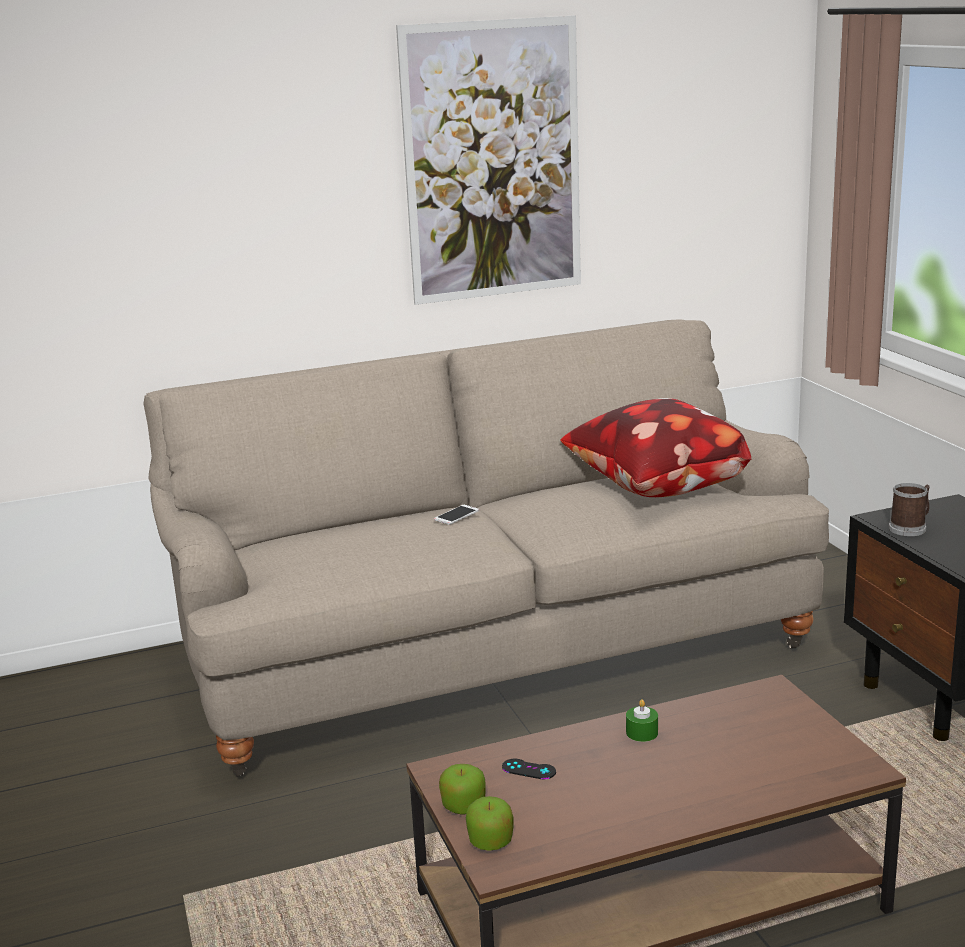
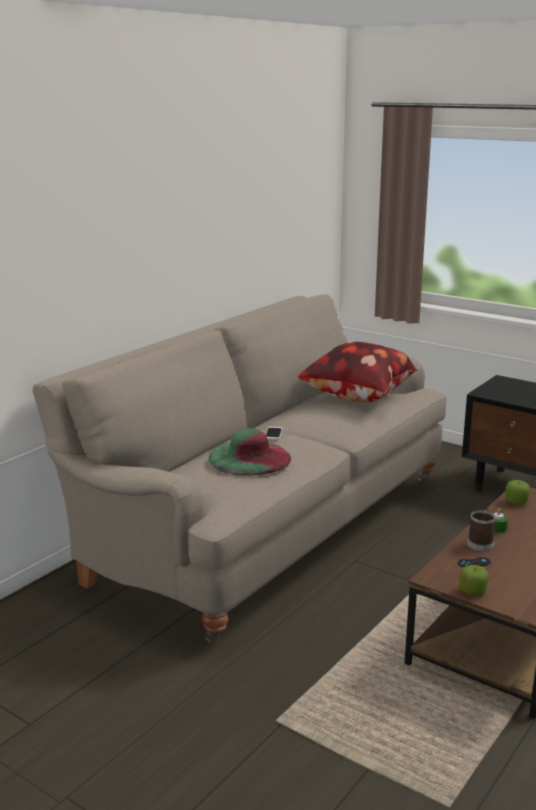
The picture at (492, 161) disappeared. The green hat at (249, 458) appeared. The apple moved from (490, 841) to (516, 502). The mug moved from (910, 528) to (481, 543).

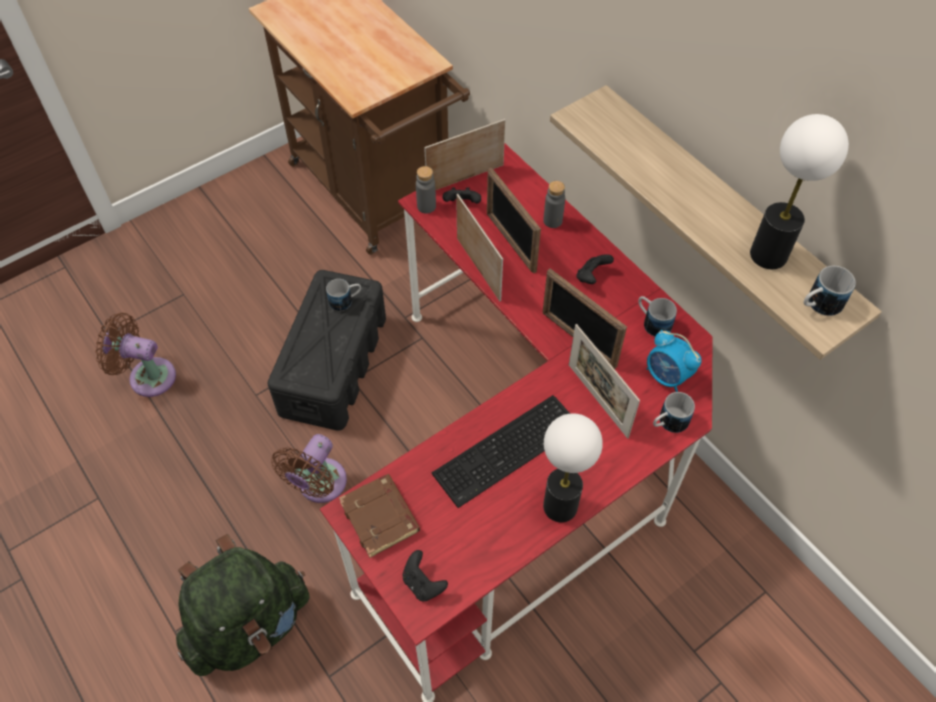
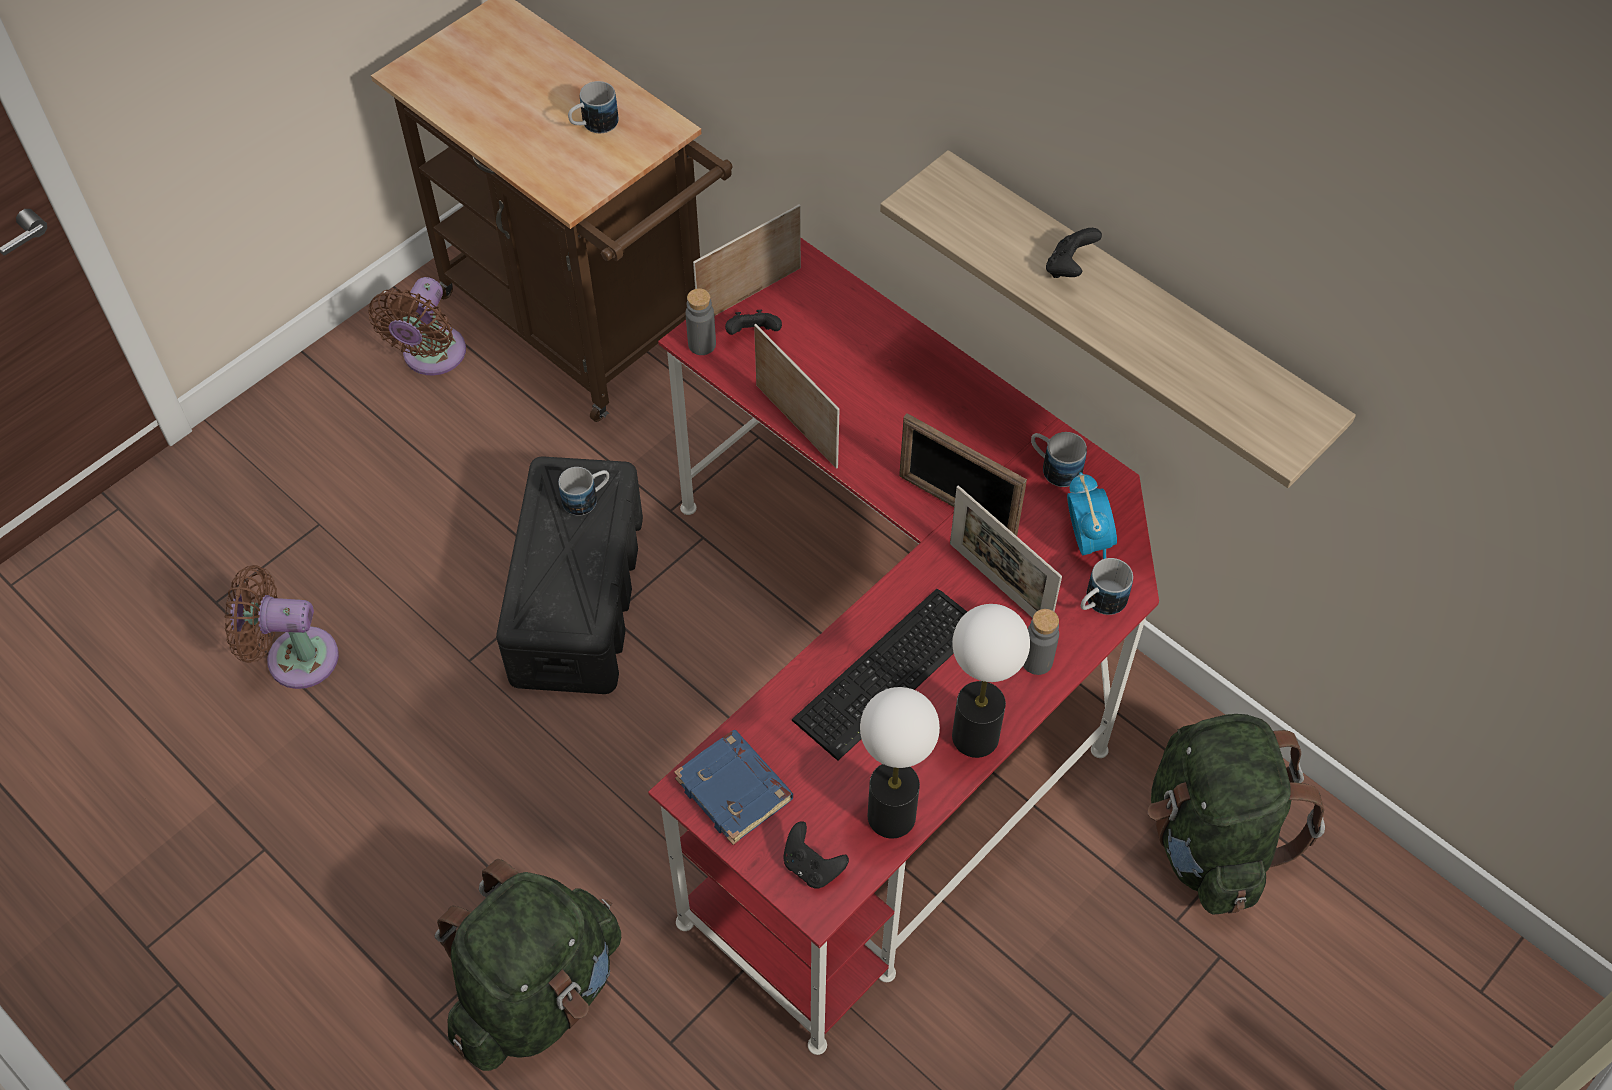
The picture frame at (510, 242) disappeared. The green backpack at (1209, 840) appeared. The brown fan moved from (319, 485) to (431, 357). The grey bottle moved from (552, 221) to (1037, 661). The black game controller moved from (591, 277) to (1069, 268). The table lamp moved from (768, 255) to (891, 817). The mug moved from (818, 305) to (593, 125). The brown book at (381, 518) became the blue book at (736, 790). The alarm clock at (667, 376) turned 135 degrees counterclockwise.

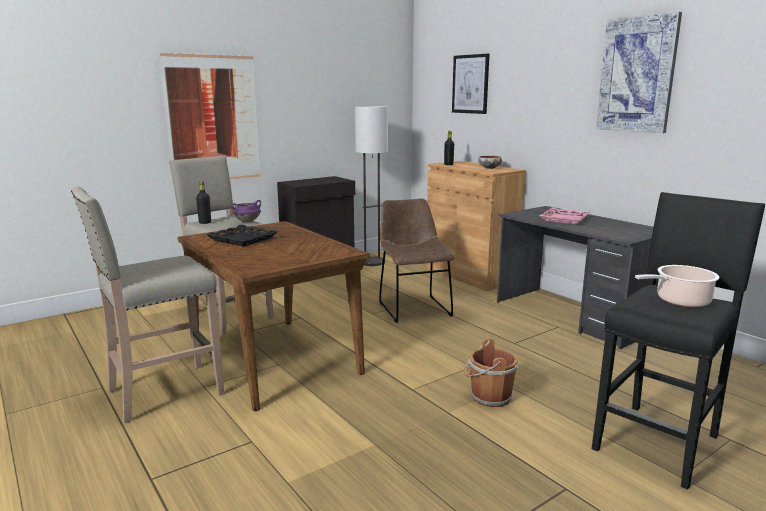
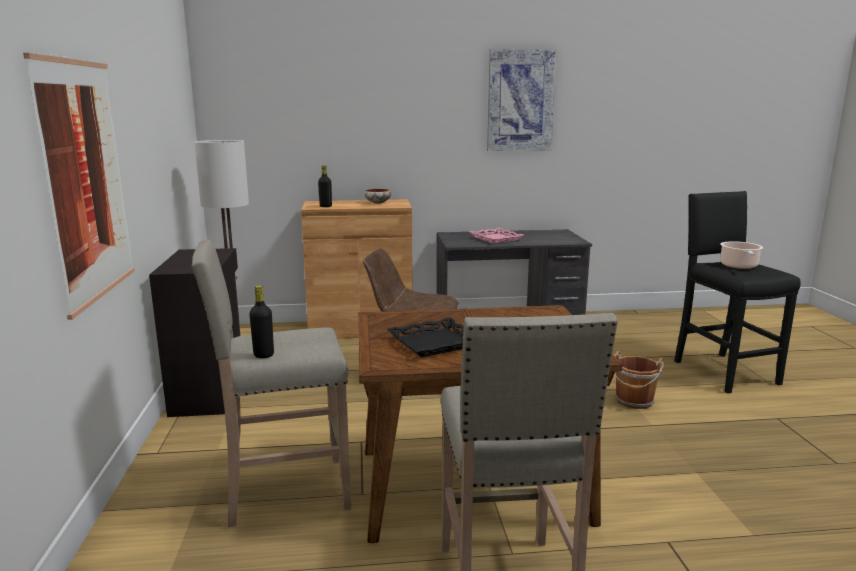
The purple cooking pot at (247, 221) disappeared. The picture at (470, 84) disappeared.

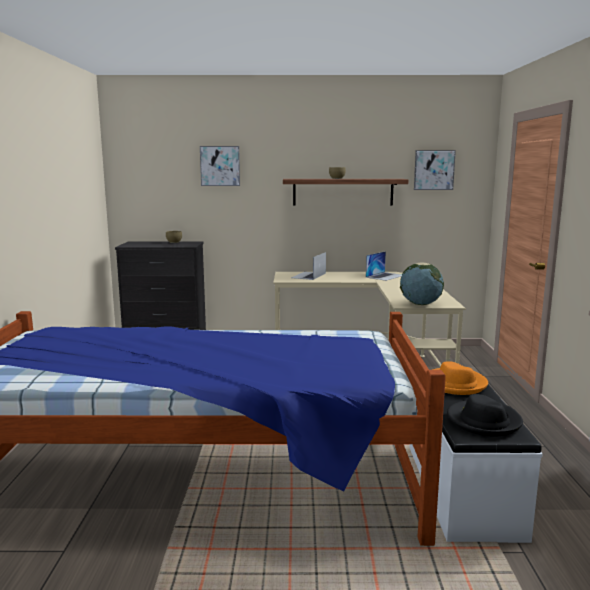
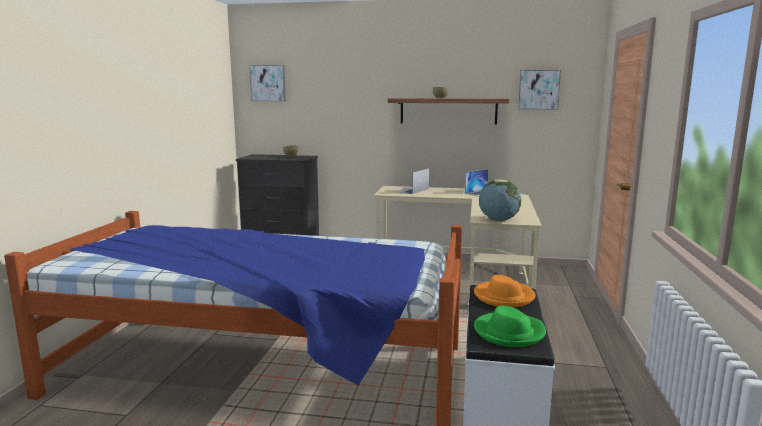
The picture moved from (220, 166) to (268, 83). The black hat at (483, 421) became the green hat at (509, 332).

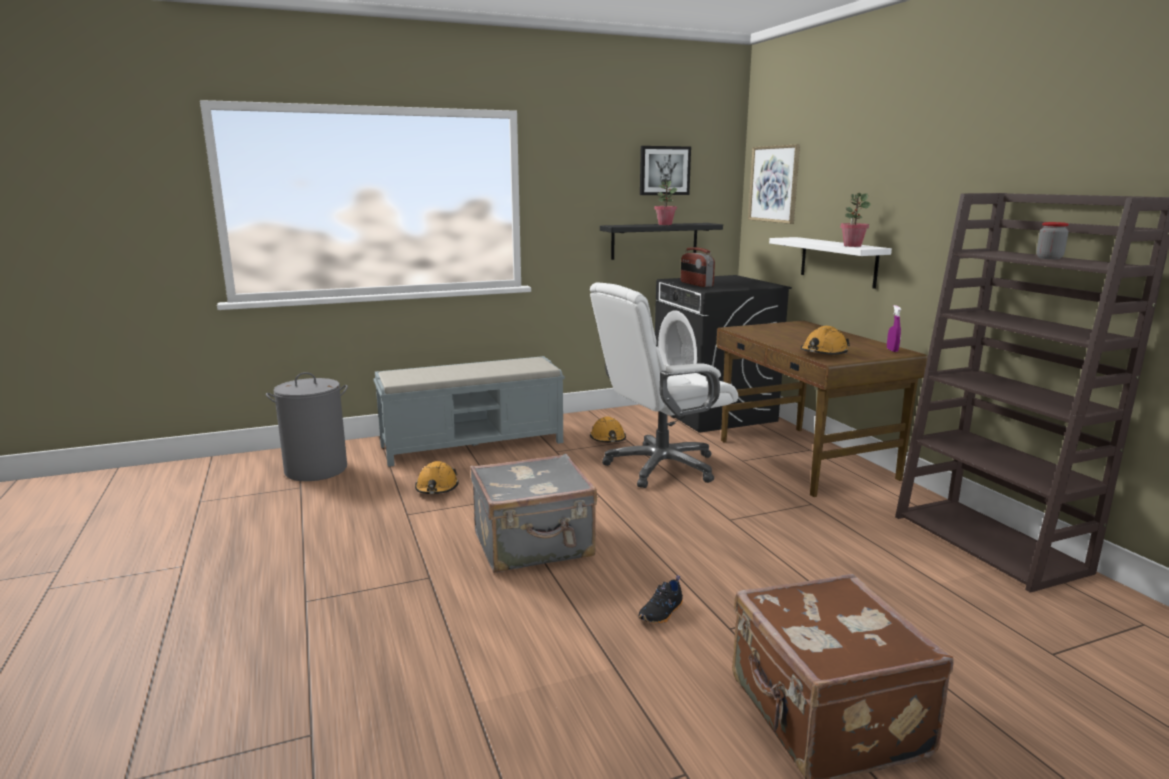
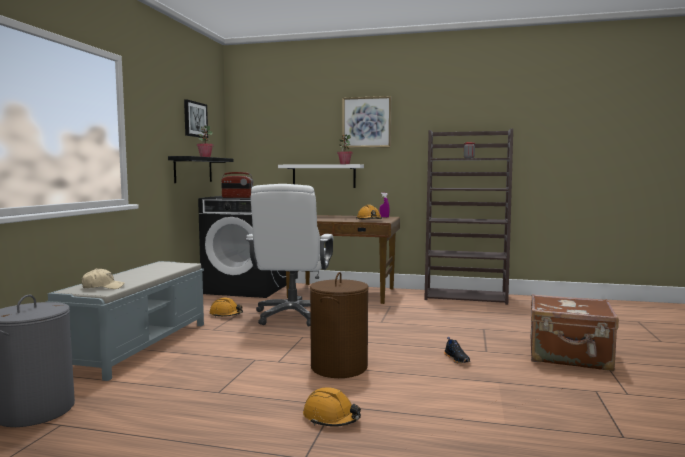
The beige cap at (103, 287) appeared. The orange hard hat moved from (437, 488) to (331, 418). The picture moved from (774, 184) to (366, 122). The grey suitcase at (534, 546) was replaced by the brown laundry basket at (339, 367).

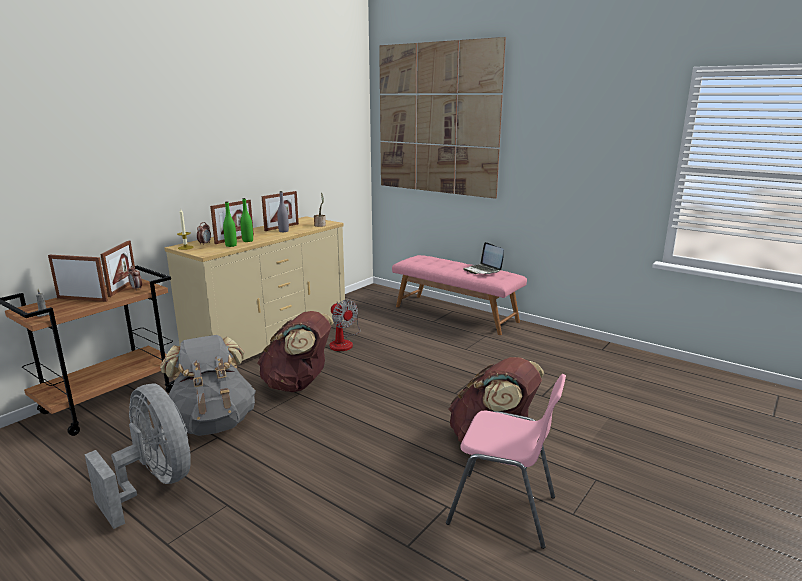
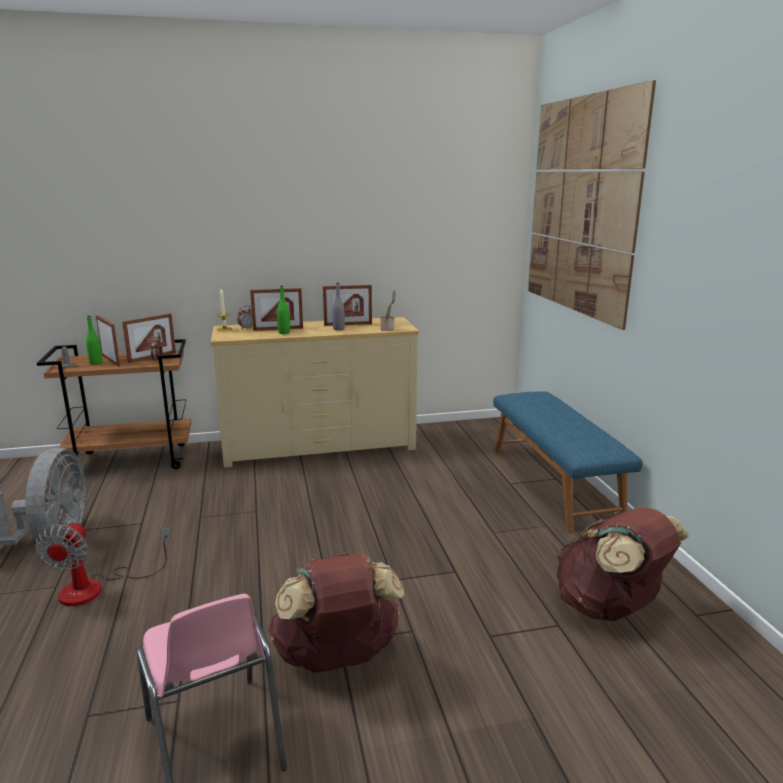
The grey backpack at (212, 423) disappeared. The laptop at (483, 270) disappeared. The green bottle moved from (231, 245) to (96, 363). The brown backpack moved from (298, 384) to (610, 608). The fan moved from (344, 342) to (96, 587). The pink bench at (456, 313) became the blue bench at (554, 483).

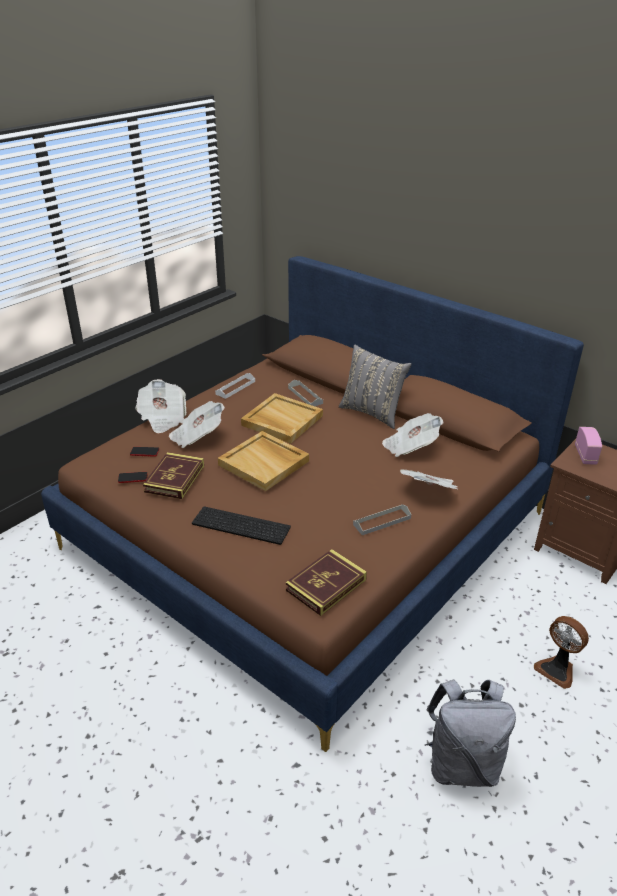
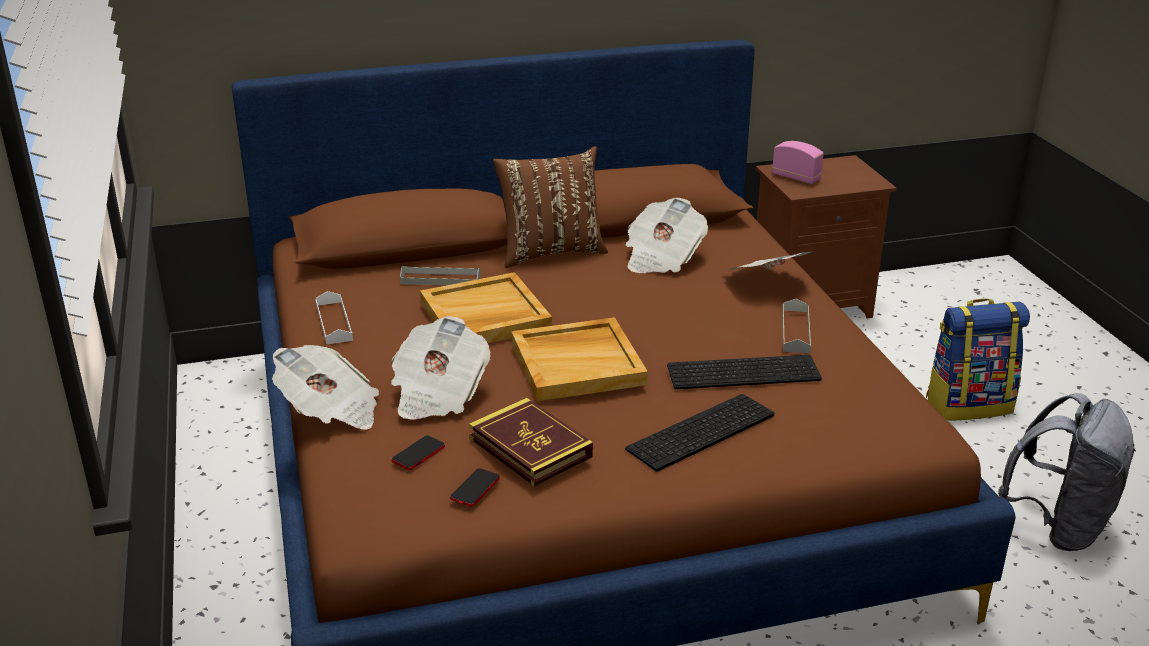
The book at (326, 585) disappeared. The keyboard at (744, 371) appeared. The fan at (557, 669) was replaced by the backpack at (968, 404). The grey pillow at (372, 412) became the brown pillow at (551, 252).

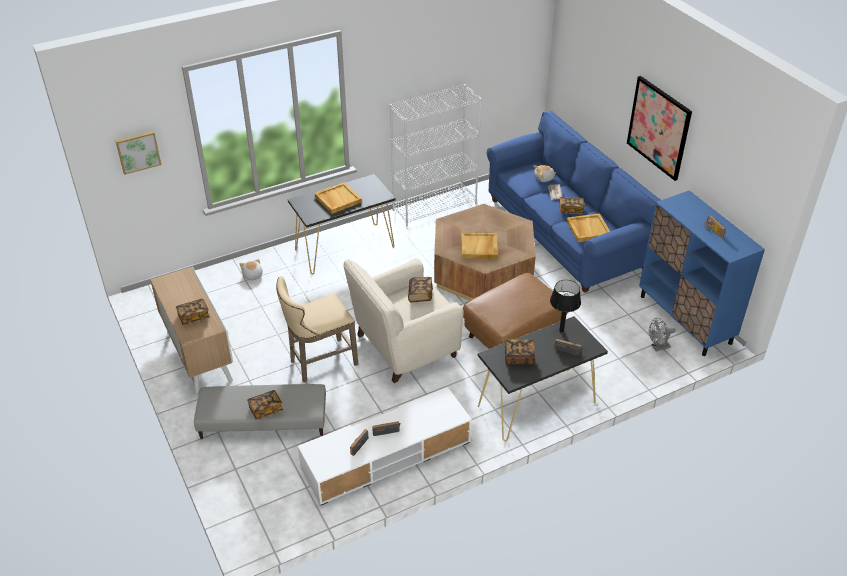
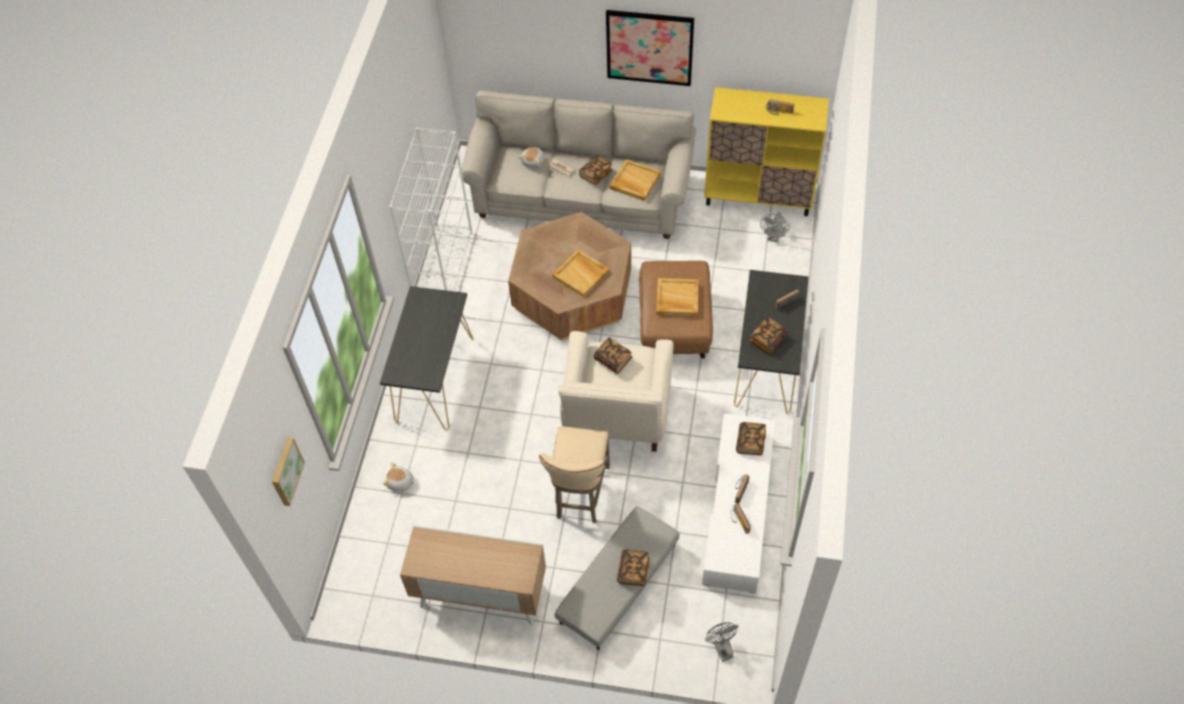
The black table lamp at (561, 331) disappeared. The grey fan at (721, 647) appeared. The book moved from (194, 317) to (750, 443). The beige tray moved from (337, 199) to (677, 298). The blue sofa at (566, 234) became the beige sofa at (581, 197). The blue cabinet at (685, 319) became the yellow cabinet at (758, 196).

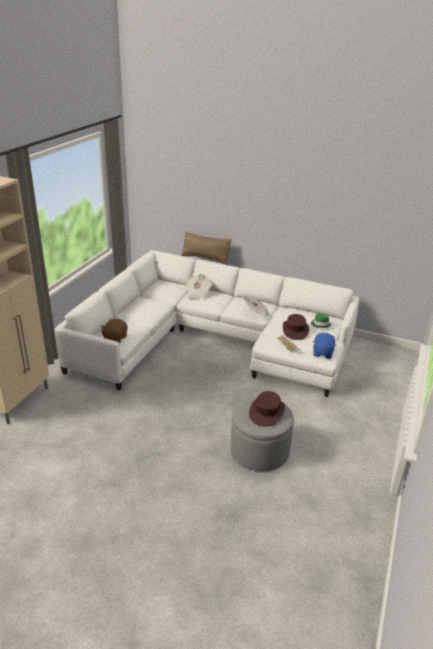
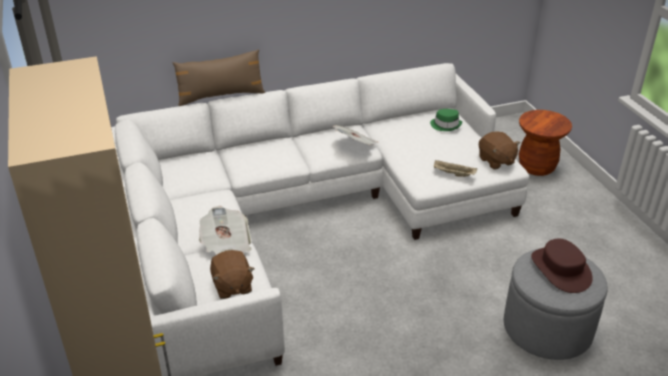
The brown hat at (295, 330) disappeared. The brown stool at (536, 167) appeared. The newspaper moved from (197, 294) to (226, 246). The blue plush toy at (322, 353) became the brown plush toy at (496, 161).

